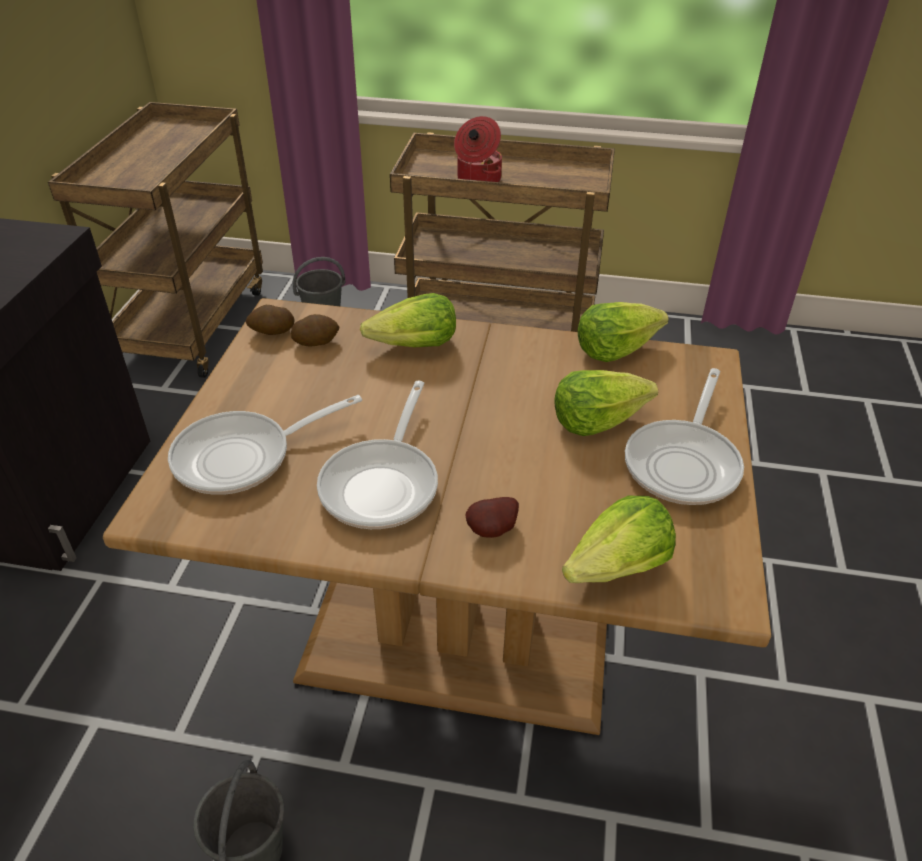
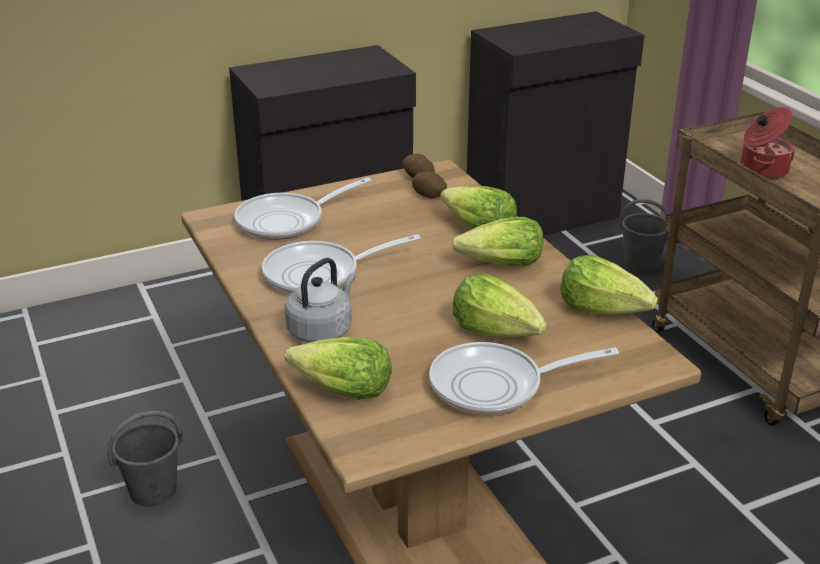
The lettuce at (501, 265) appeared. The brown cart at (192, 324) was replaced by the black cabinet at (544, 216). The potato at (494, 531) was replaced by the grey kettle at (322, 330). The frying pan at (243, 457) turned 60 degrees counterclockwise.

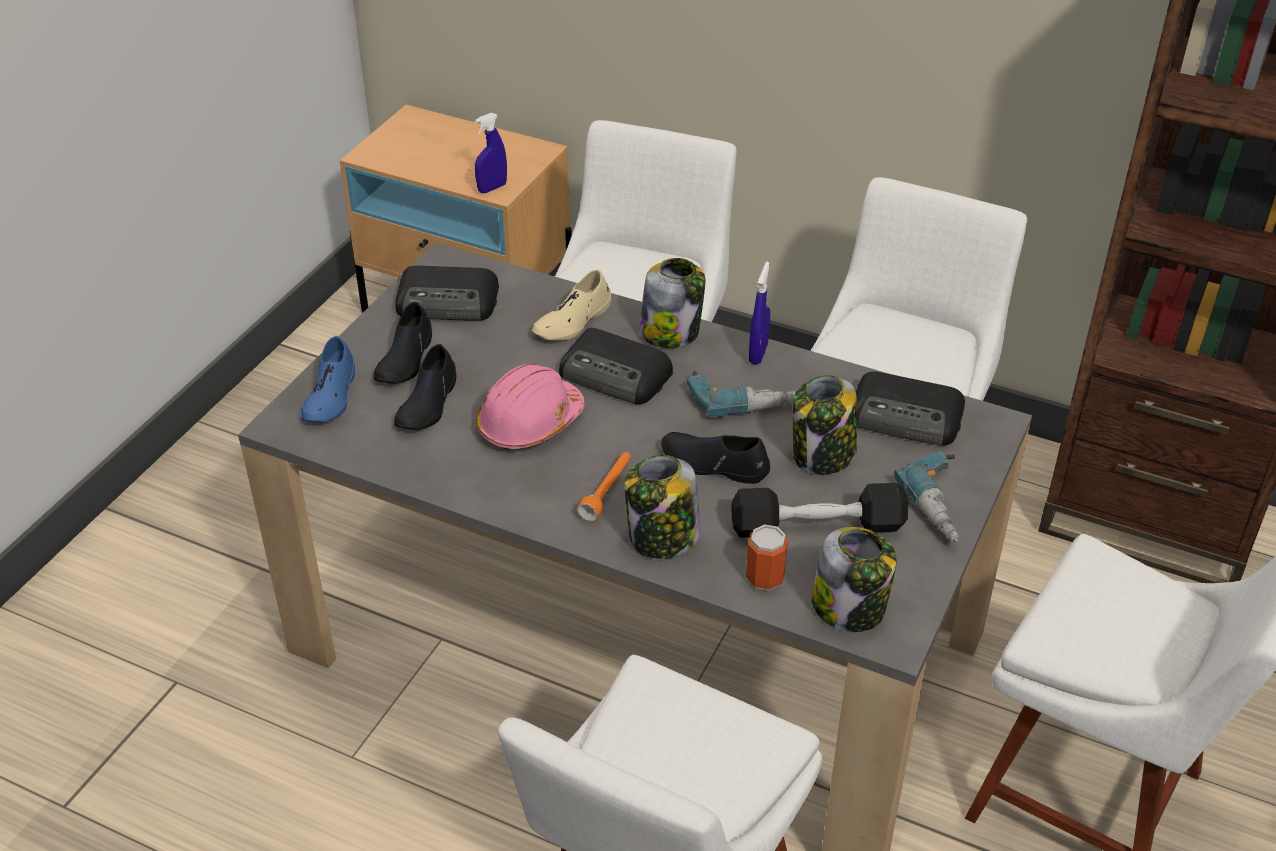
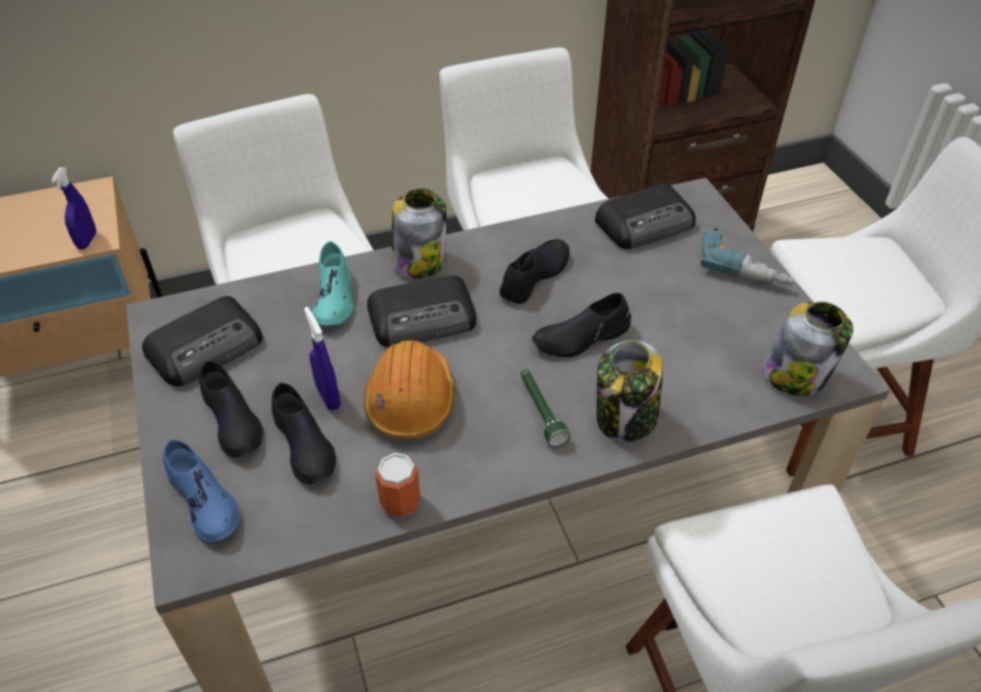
The black dumbbell at (817, 526) disappeared. The jar at (823, 456) disappeared. The can moved from (765, 577) to (400, 502). The blue spray bottle moved from (758, 354) to (328, 397). The power drill at (744, 398) was replaced by the black shoe at (534, 276). The pink hard hat at (530, 423) became the orange hard hat at (411, 400). The beige shoe at (573, 321) became the turquoise shoe at (334, 298). The orange flashlight at (607, 491) became the green flashlight at (541, 412).

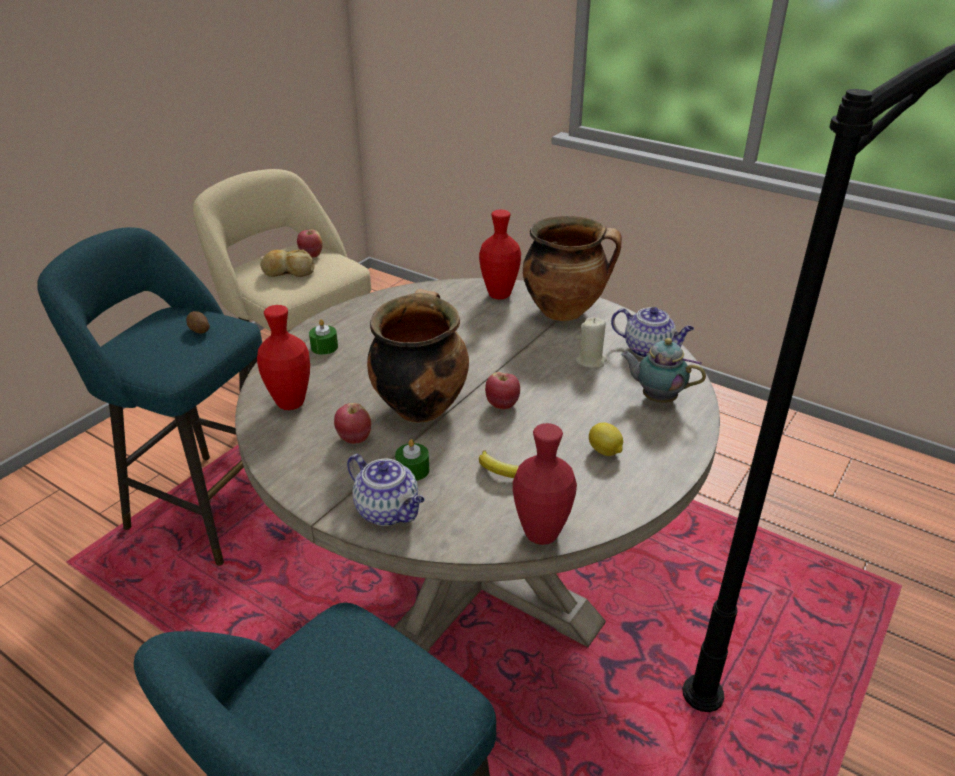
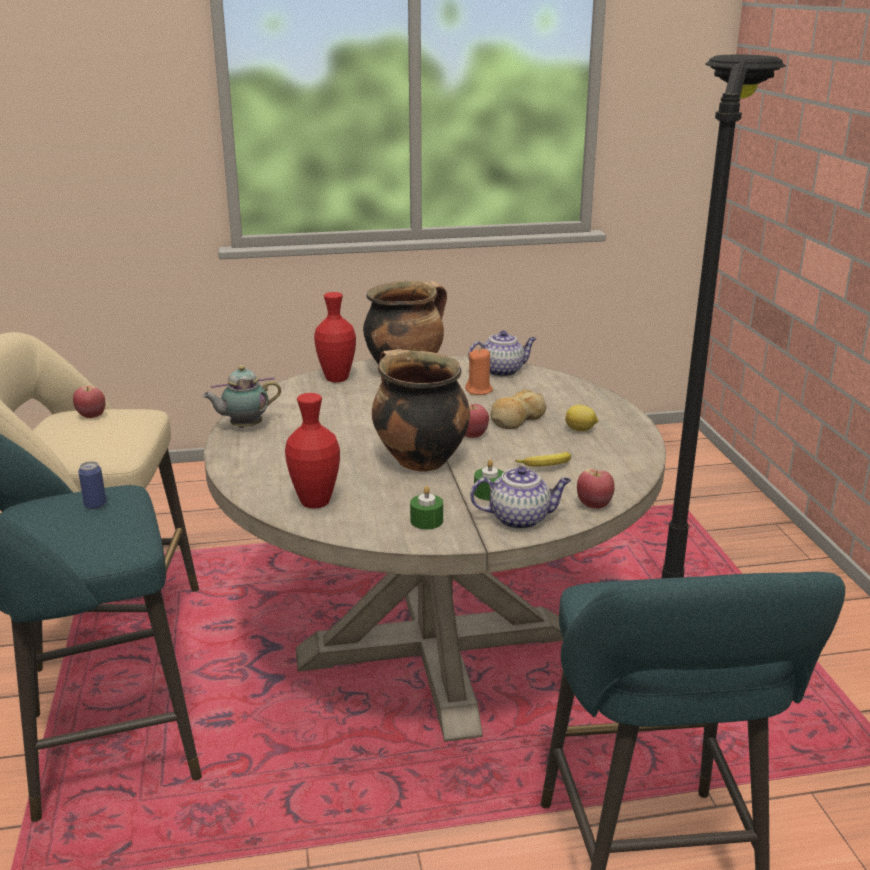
The red vase at (541, 534) disappeared. The bread moved from (288, 271) to (516, 419). The green candle moved from (324, 347) to (426, 521). The apple moved from (354, 438) to (594, 505). The teapot moved from (656, 398) to (244, 427). The potato at (199, 330) was replaced by the can at (95, 505). The beige candle at (591, 361) became the orange candle at (479, 390).

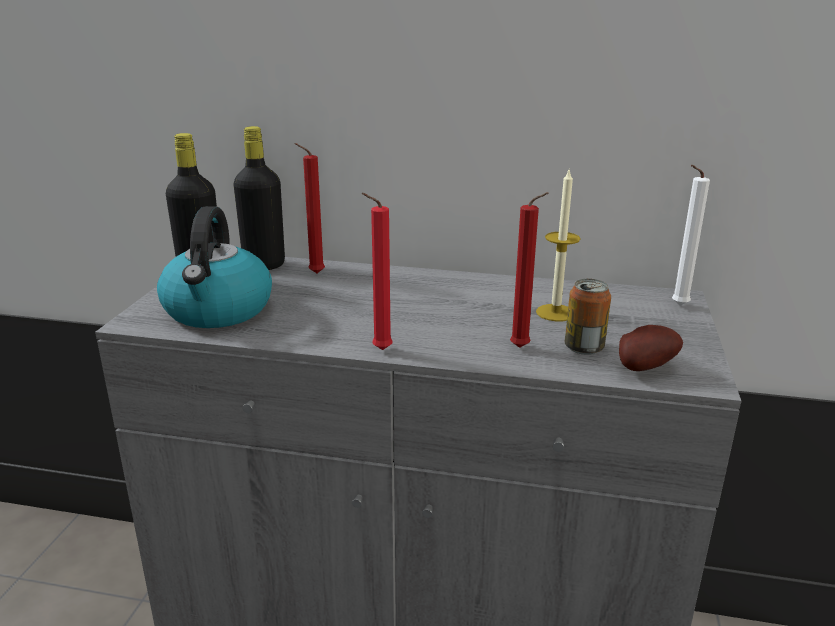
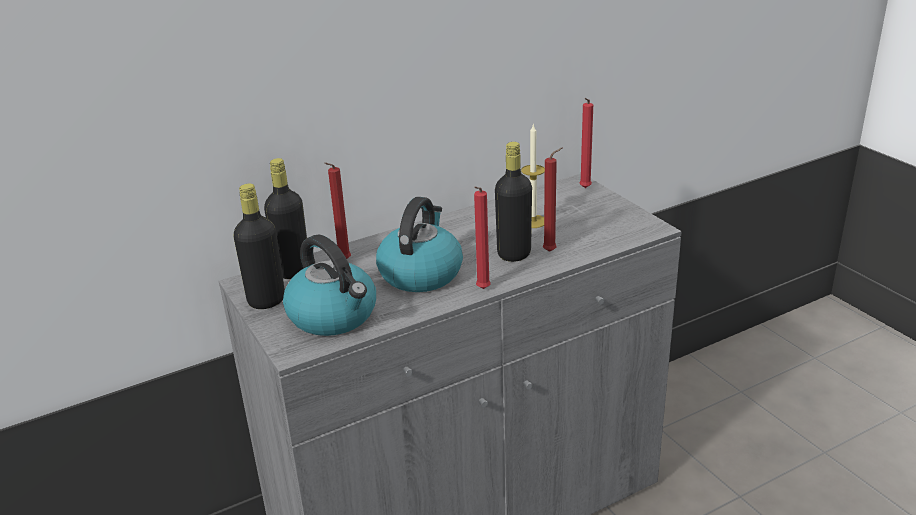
The can at (584, 348) disappeared. The potato at (642, 368) disappeared. The kettle at (420, 273) appeared. The black bottle at (514, 254) appeared. The white candle at (677, 306) became the red candle at (584, 189).

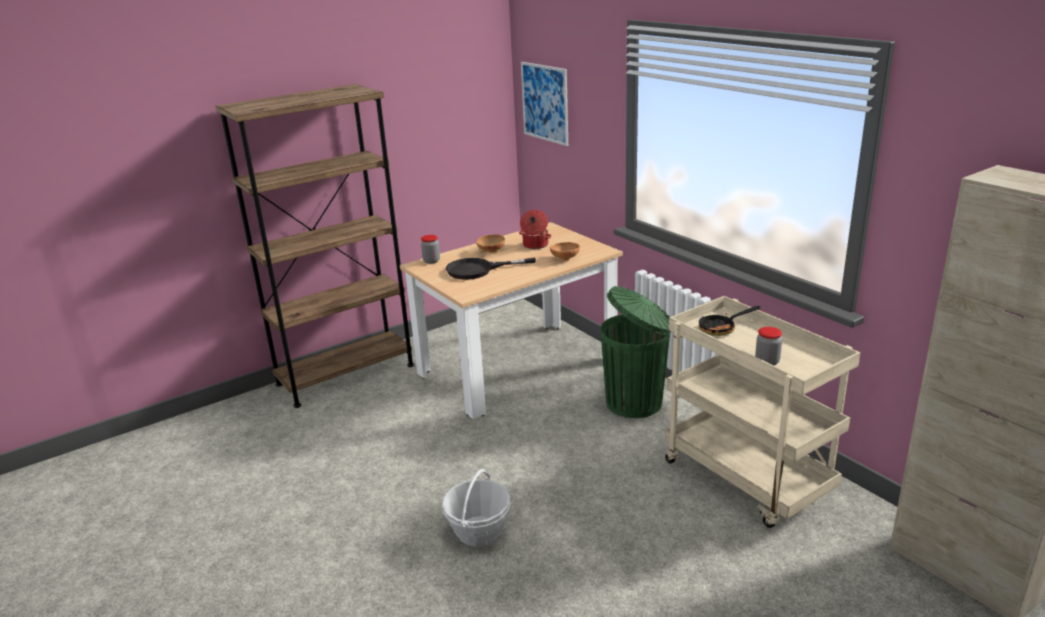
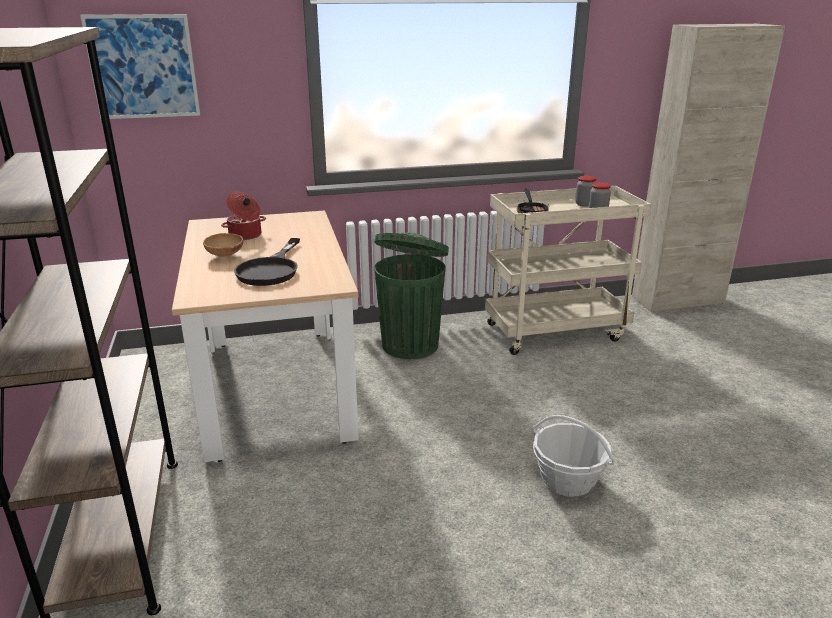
The brown bowl at (565, 258) disappeared. The jar moved from (431, 261) to (584, 204).

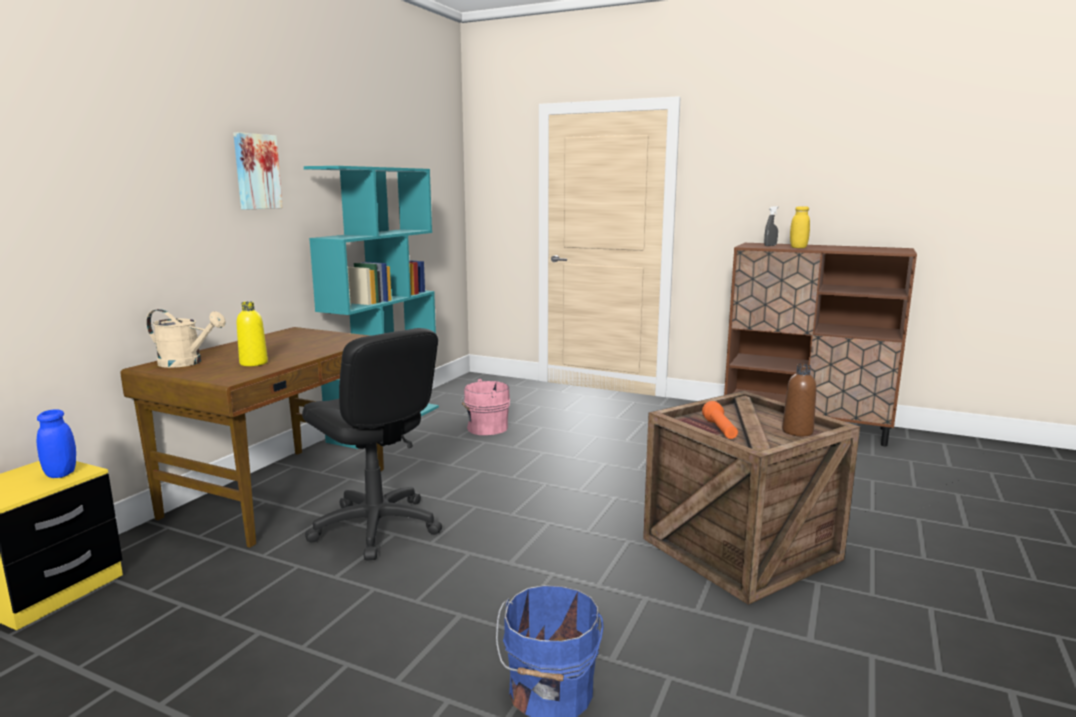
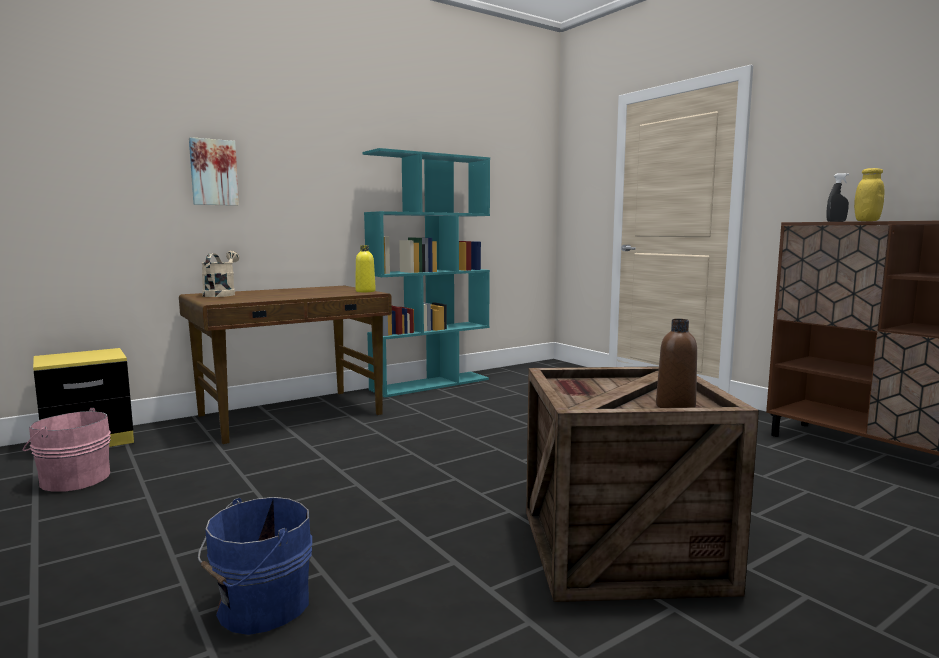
The blue jar at (61, 473) disappeared. The black office chair at (376, 527) disappeared. The orange flashlight at (720, 430) disappeared. The picture moved from (256, 171) to (213, 172). The yellow bottle moved from (253, 363) to (365, 291). The pink bucket moved from (485, 428) to (73, 479). The beige watering can at (187, 363) turned 135 degrees counterclockwise.

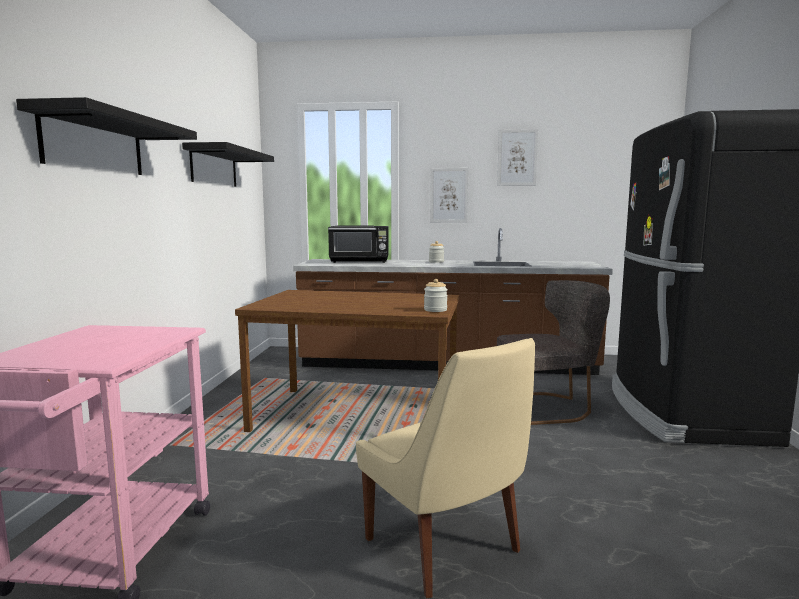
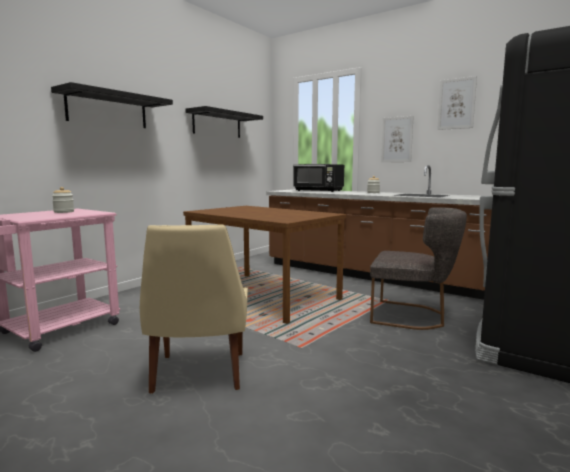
The jar moved from (435, 310) to (64, 212).

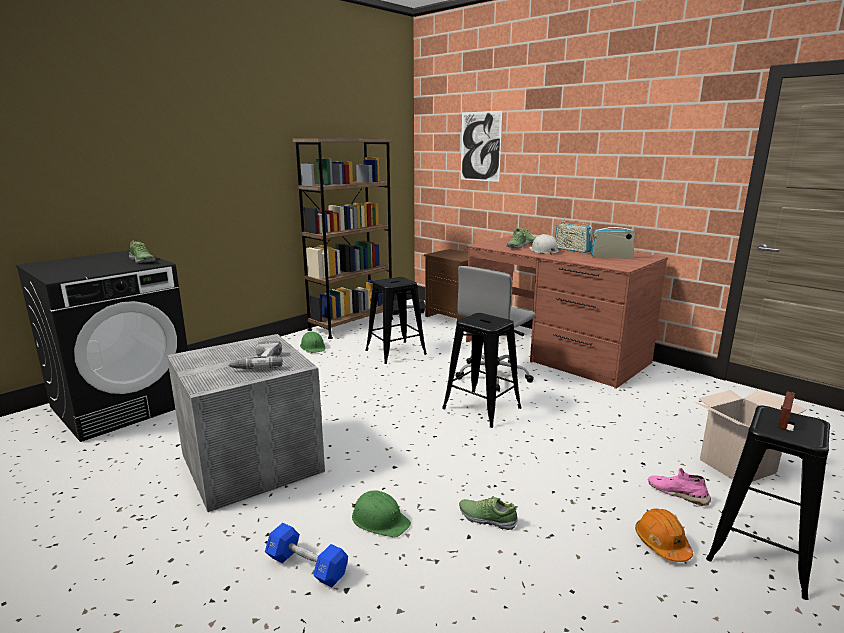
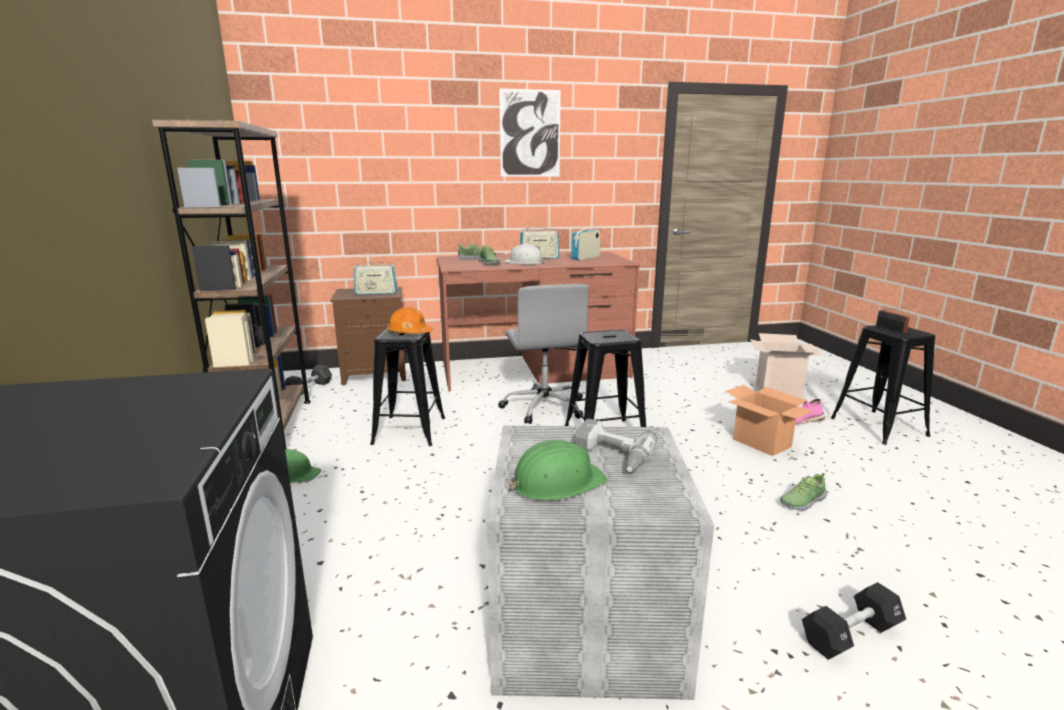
The shoe at (142, 261) disappeared. The radio at (376, 293) appeared. The cardboard box at (762, 443) appeared. The green hard hat moved from (379, 520) to (556, 482). The picture moved from (480, 146) to (530, 133). The orange hard hat moved from (662, 544) to (409, 333). The blue dumbbell at (307, 566) became the black dumbbell at (850, 635).

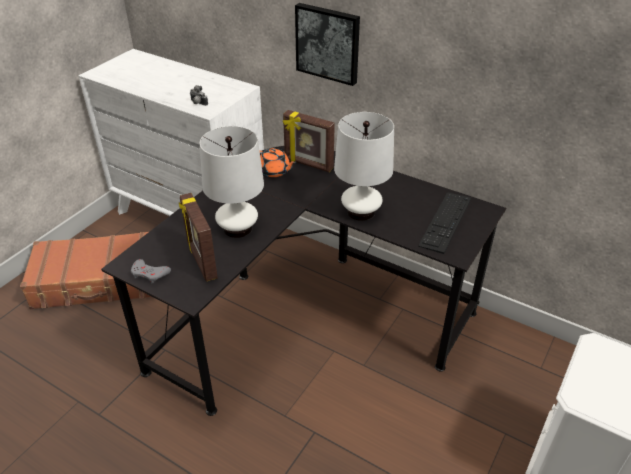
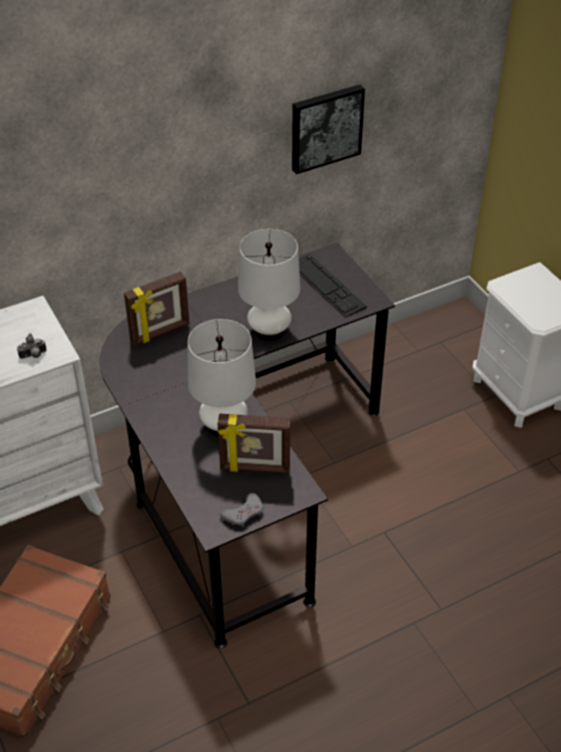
The orange teapot at (274, 171) disappeared. The picture moved from (328, 43) to (325, 127).

